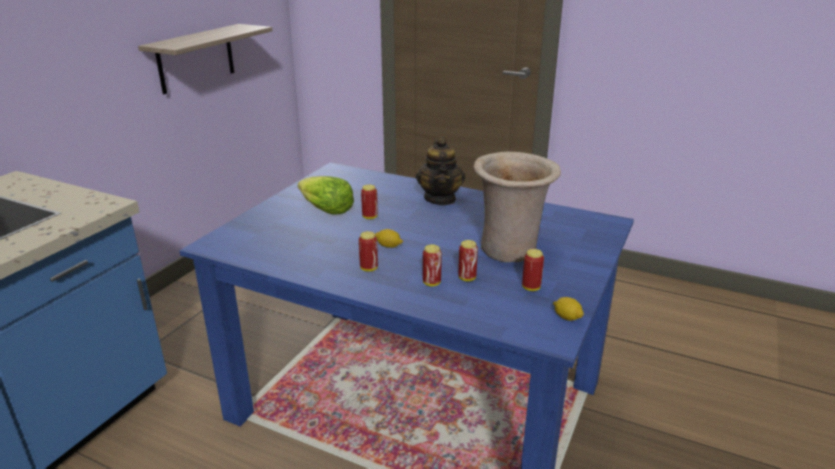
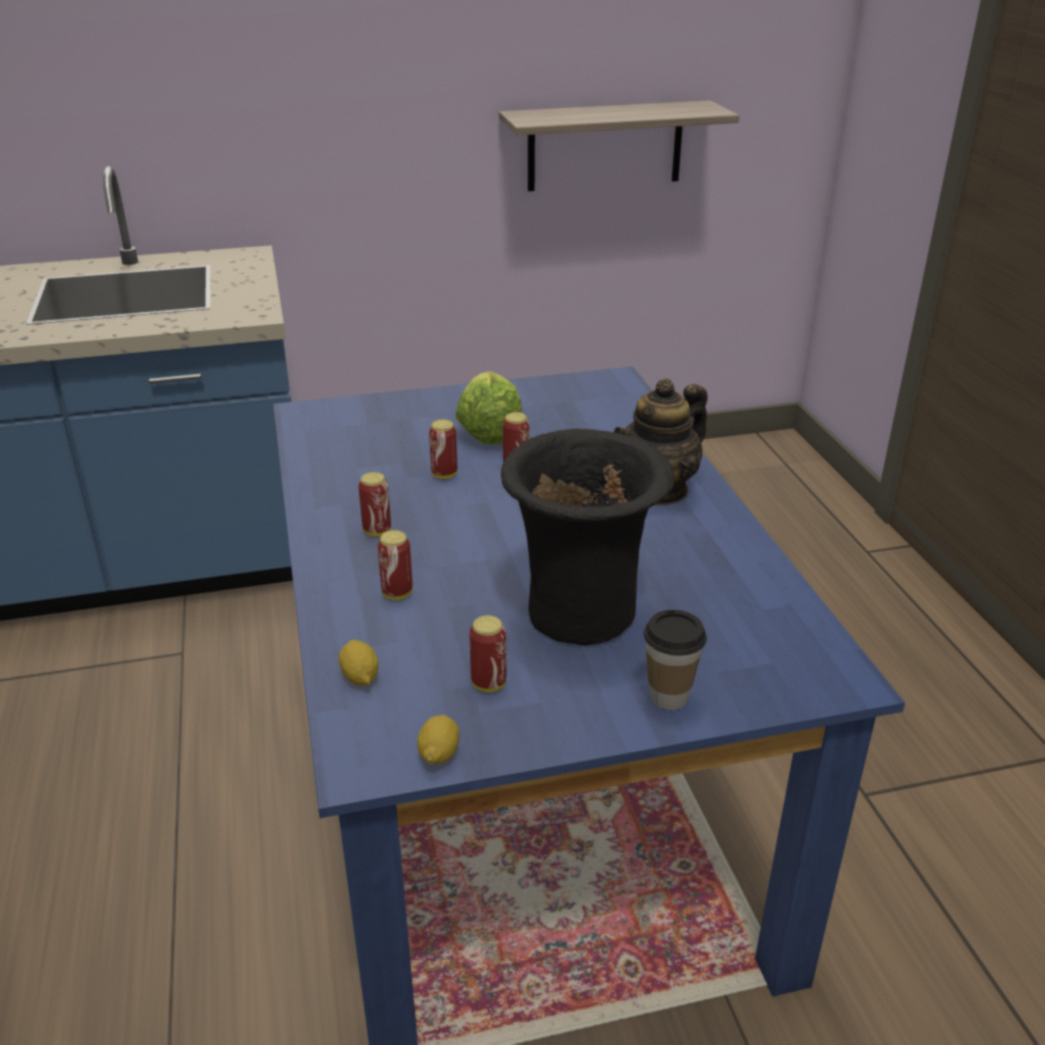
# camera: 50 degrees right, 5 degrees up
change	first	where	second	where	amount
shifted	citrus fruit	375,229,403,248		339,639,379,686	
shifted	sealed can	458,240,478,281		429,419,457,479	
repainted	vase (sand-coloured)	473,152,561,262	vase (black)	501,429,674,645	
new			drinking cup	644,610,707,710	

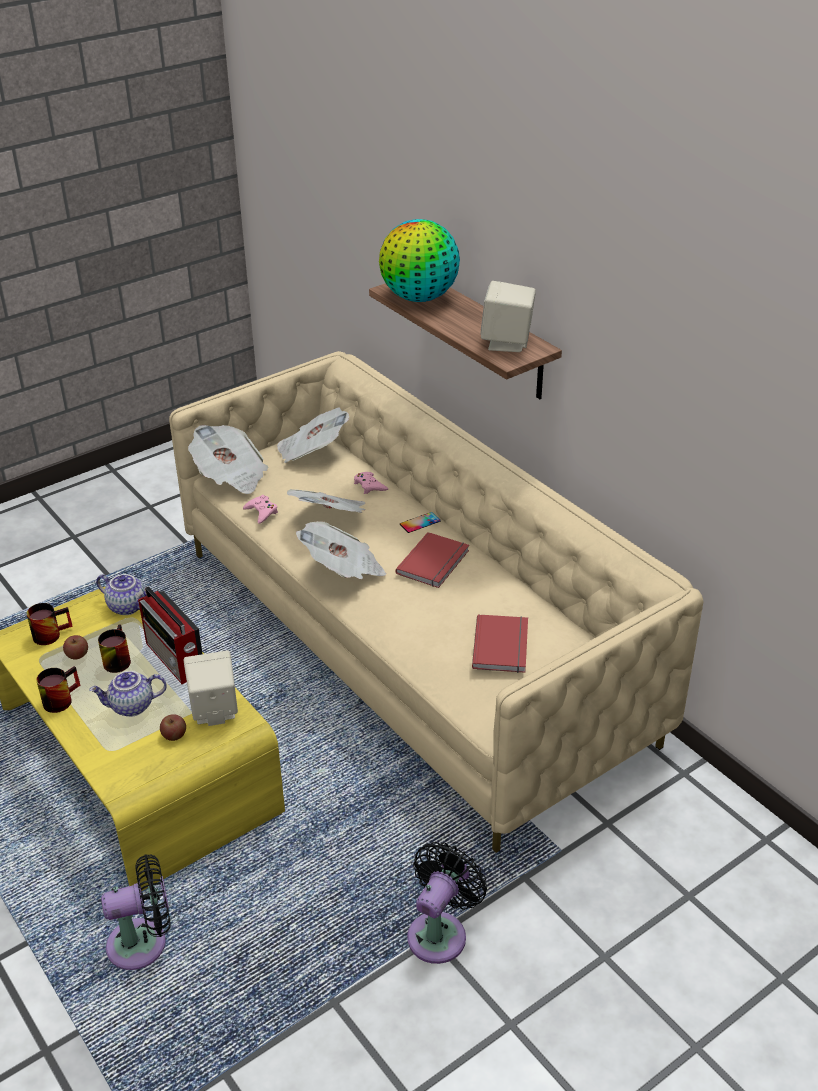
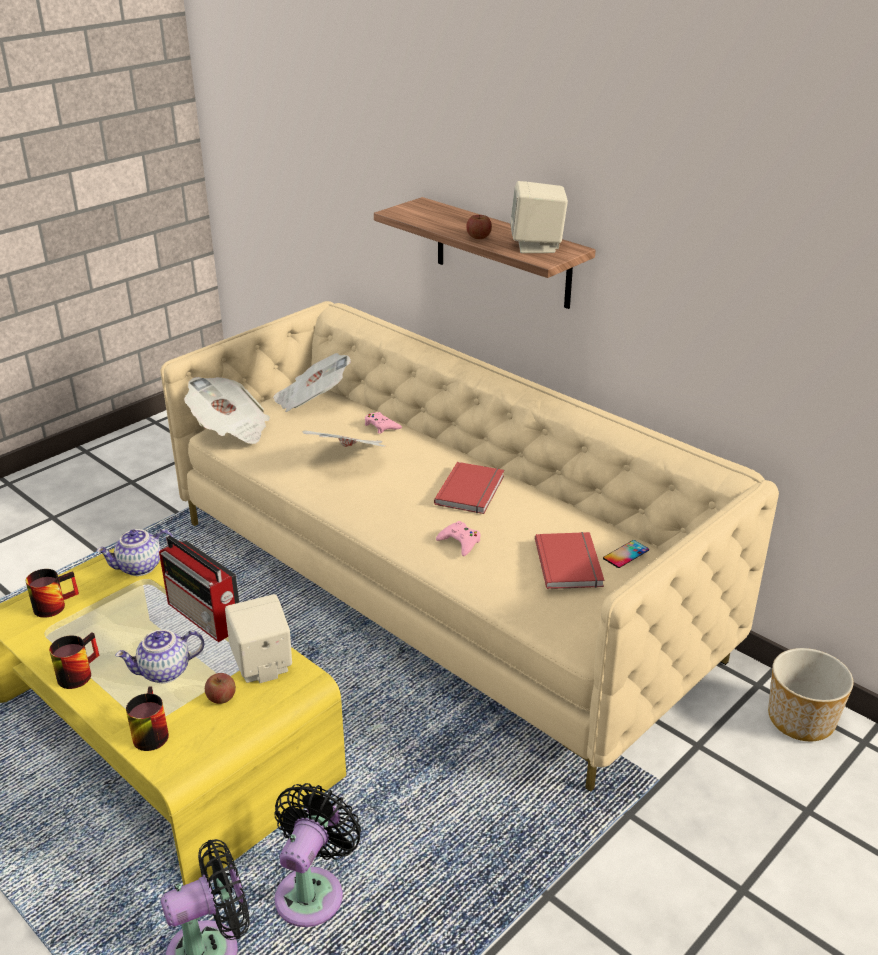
# camera: 10 degrees left, 5 degrees down
change	first	where	second	where	amount
shifted	apple fruit	63,635,88,659		467,215,492,239	
rotated	tea pot	96,574,147,615		96,529,174,576	135 degrees clockwise
shifted	coffee mug	98,625,131,673		126,686,169,751	
shifted	gamepad (pinkish)	243,495,278,524		436,521,481,556	
gone	daily paper	296,521,387,579			
gone	world globe	379,219,460,302			
shifted	handset	400,512,441,533		603,540,649,568	
shifted	electric fan (black)	407,842,487,964		274,783,361,927	
new			plant pot	768,648,854,741	

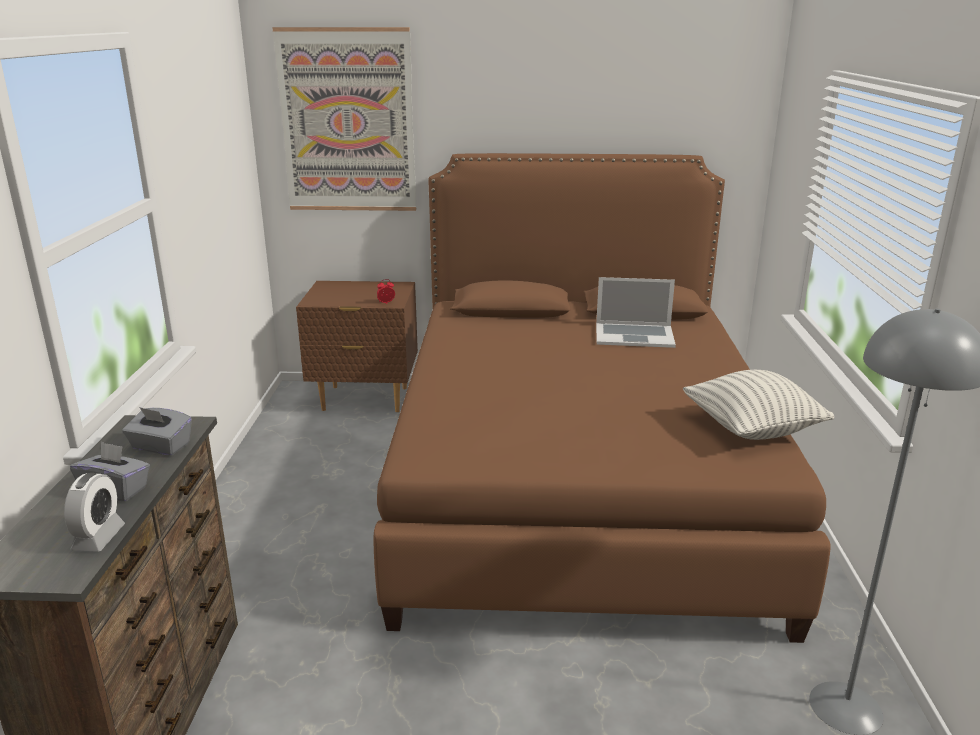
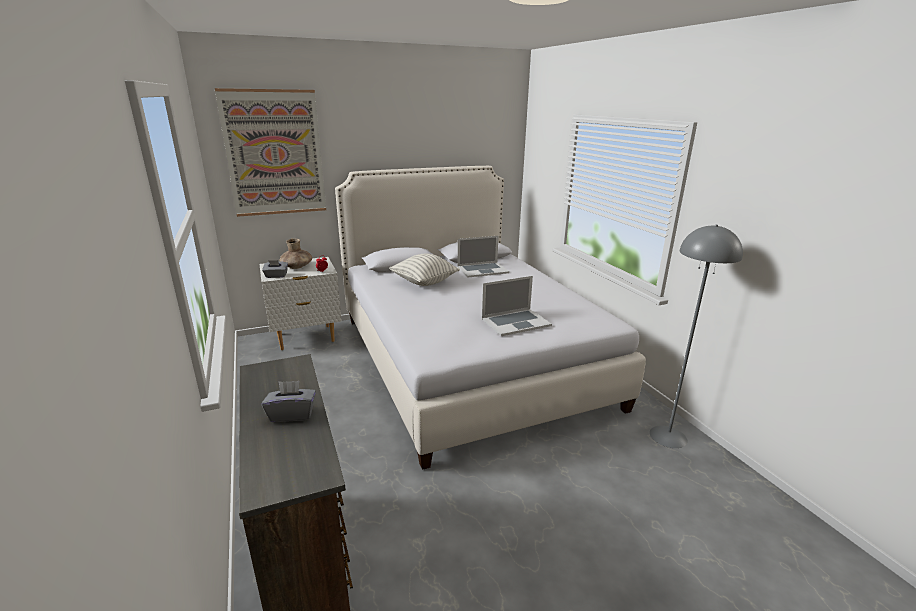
# camera: 25 degrees left, 0 degrees up
change	first	where	second	where	amount
gone	table clock	64,473,125,552			
shifted	tissue holder (grey)	122,407,192,456		262,260,288,278	
repainted	nightstand (brown-coloured)	296,281,418,412	nightstand (whitish)	260,257,342,350	
repainted	bedroom bed (brown-coloured)	374,153,831,643	bedroom bed (whitish)	335,166,646,470	
shifted	throw pillow	683,370,834,440		389,254,460,286	
new			vase (brown-coloured)	279,239,312,269	
new			portable computer	482,276,552,336	

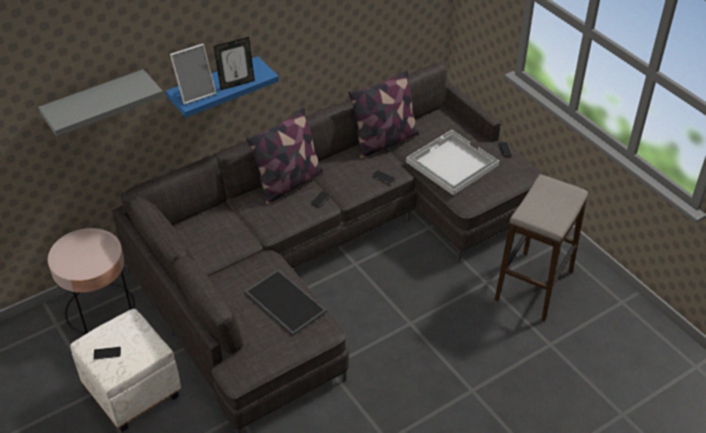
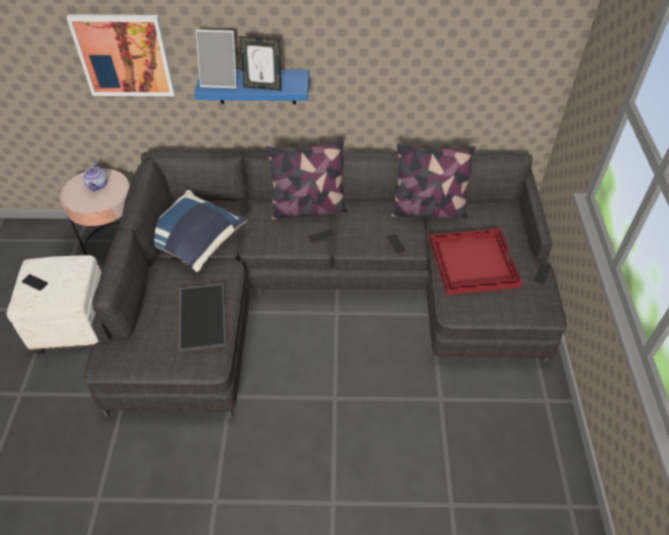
# camera: 35 degrees right, 5 degrees up
change	first	where	second	where	amount
swapped	shelf (grey)	38,69,163,137	picture	67,14,175,96	
repainted	serving tray (whitish)	406,130,499,195	serving tray (red-coloured)	430,228,522,295	
gone	sitting stool	495,174,588,321			
new			tea pot	83,162,108,191	
new			throw pillow (bluish)	154,190,248,272	

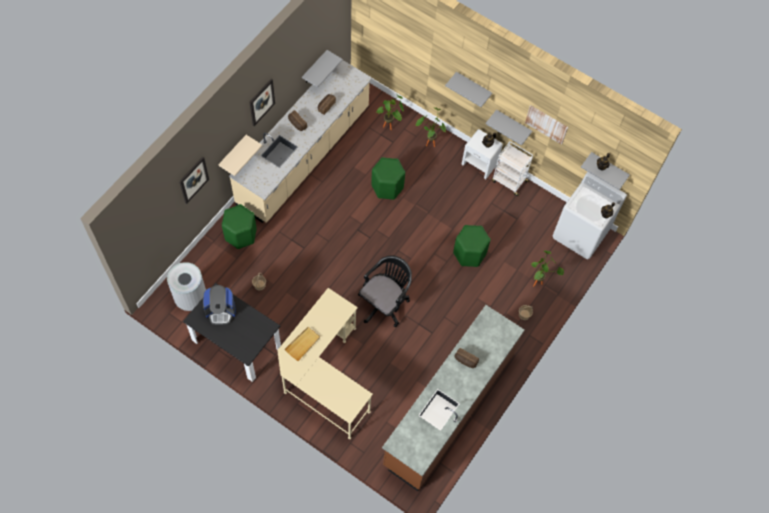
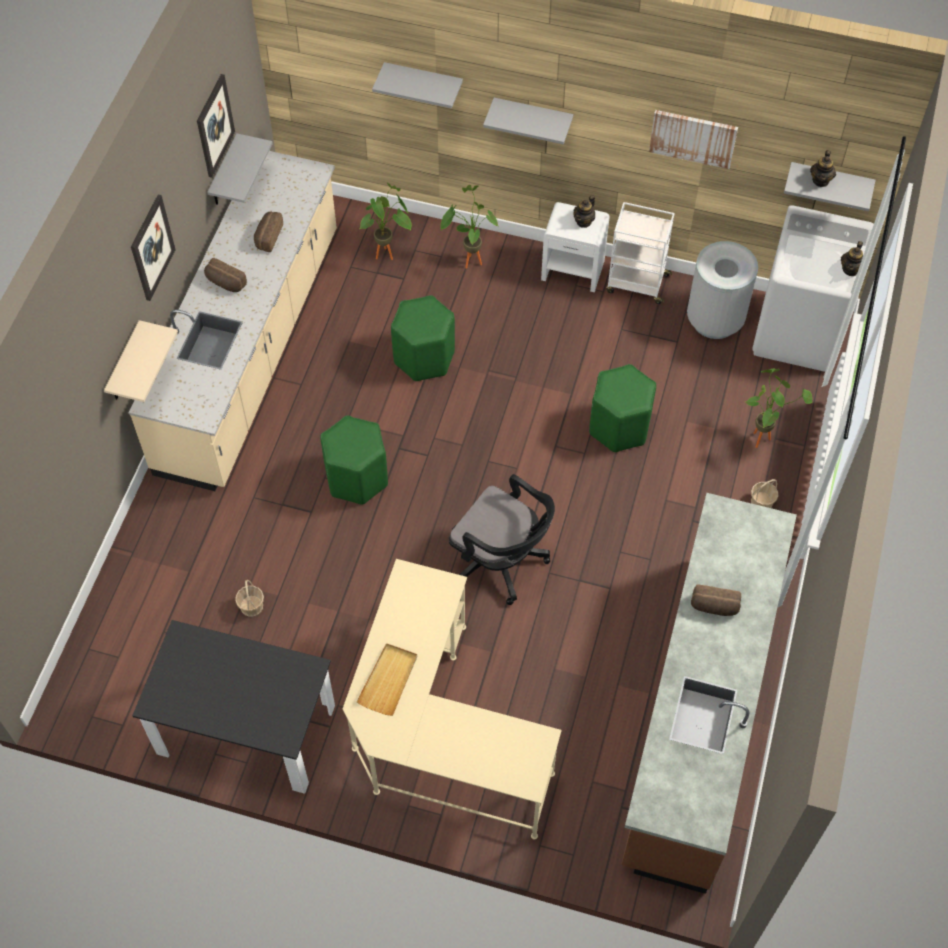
# camera: 15 degrees left, 5 degrees down
change	first	where	second	where	amount
shifted	rubbish bin (grey)	167,262,206,311		687,241,758,339	
shifted	picture	179,157,209,204		197,74,235,178	
gone	coffee brewer	203,285,236,325			
shifted	sitting stool (green-coloured)	222,204,257,249		320,416,388,505	
rotated	desk chair (black)	358,256,412,327		449,474,555,605	105 degrees clockwise
shifted	shelf (grey)	486,110,532,146		372,62,463,109	

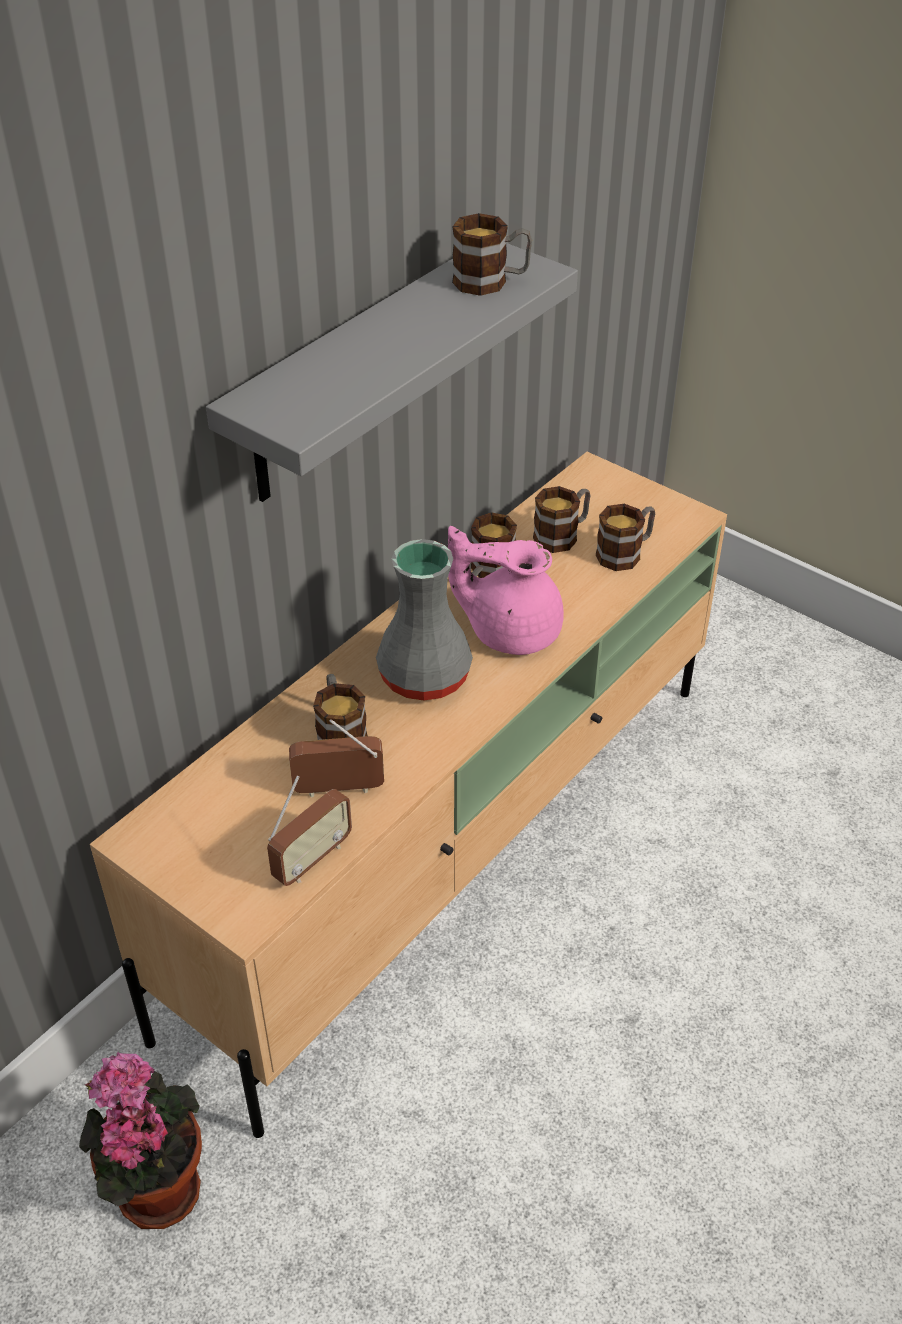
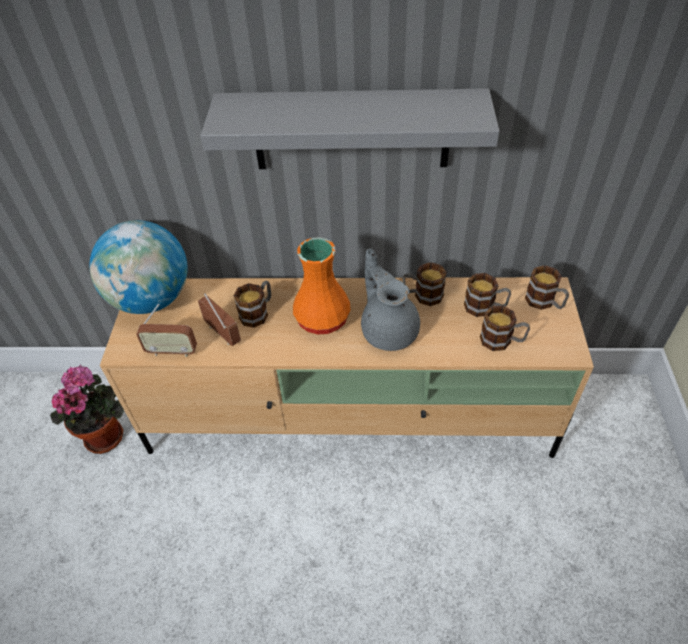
# camera: 55 degrees right, 5 degrees up
change	first	where	second	where	amount
repainted	vase (grey)	376,539,473,700	vase (orangey)	293,237,351,334	
repainted	tea pot (pinkish)	448,526,564,655	tea pot (grey)	361,249,420,351	
shifted	coffee mug	452,213,532,296		525,265,569,310	
new			world globe	89,220,188,314	

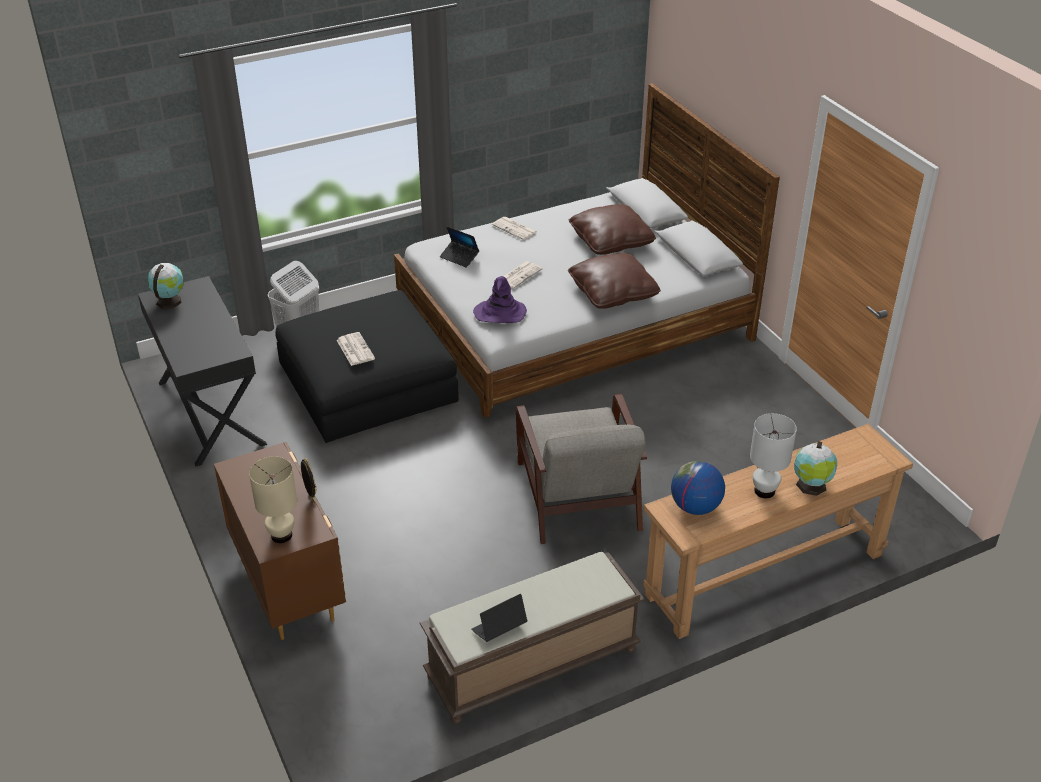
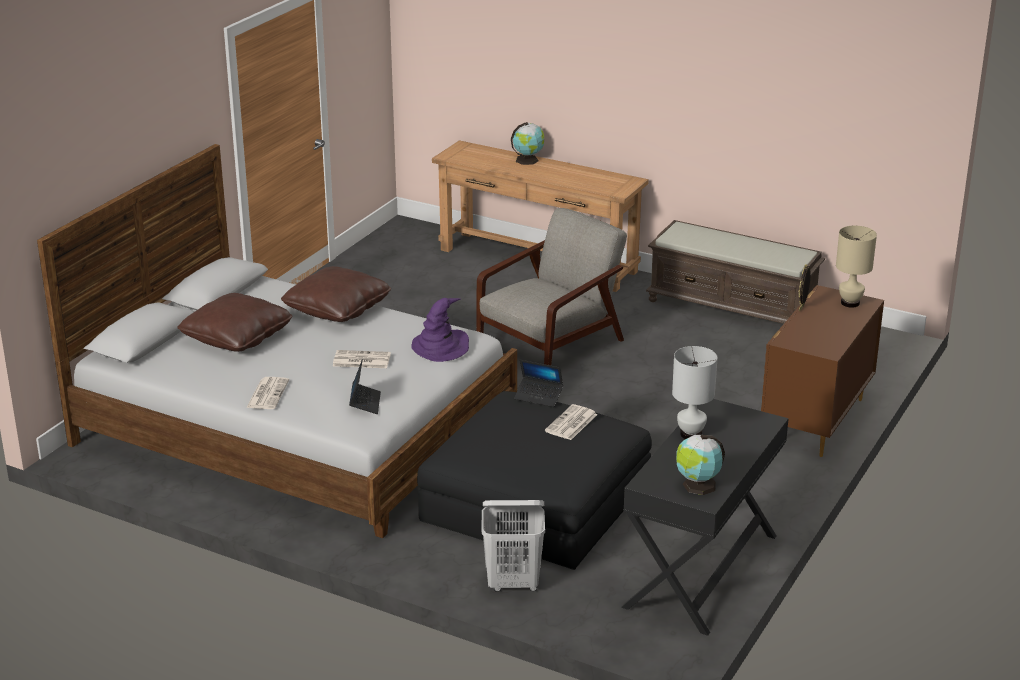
# camera: 125 degrees left, 10 degrees down
change	first	where	second	where	amount
shifted	portable computer	471,594,528,642		514,360,563,407	
gone	world globe	671,461,725,515			
shifted	table lamp (whitish)	750,413,797,498		672,346,718,439	

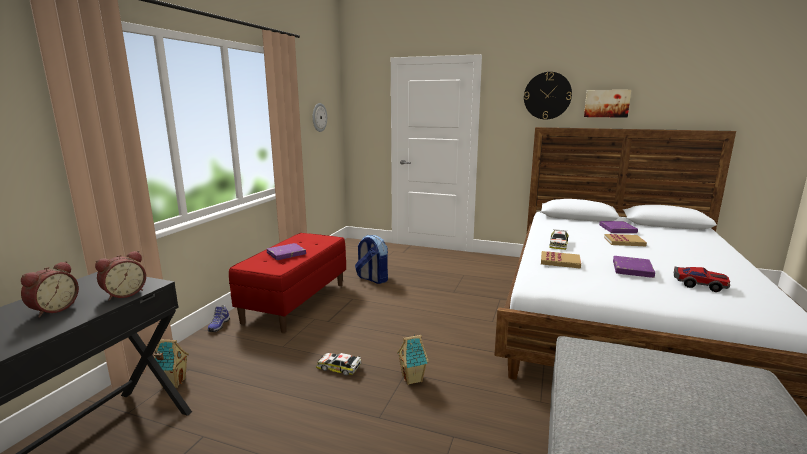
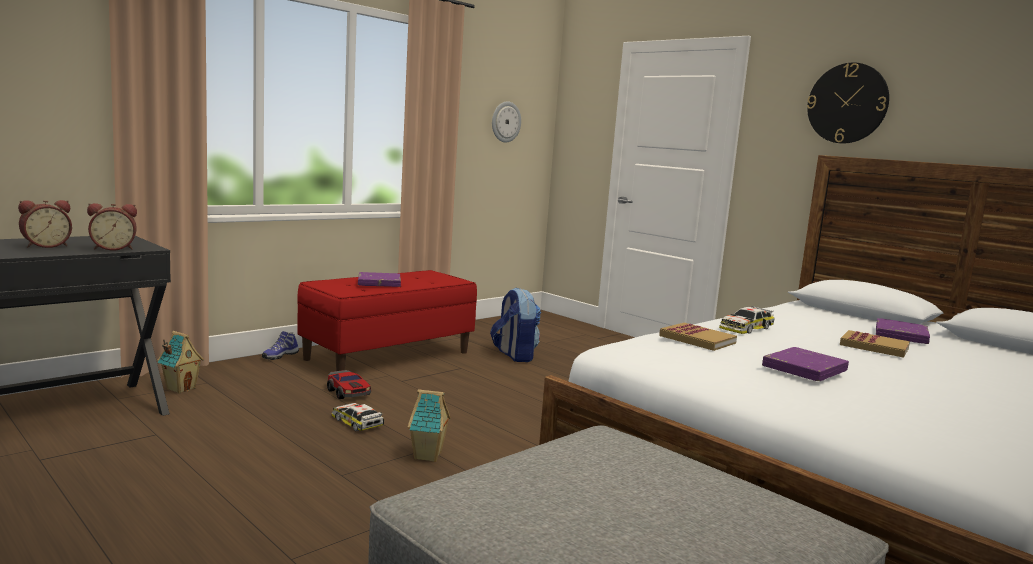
# camera: 25 degrees right, 5 degrees down
change	first	where	second	where	amount
gone	picture	584,90,631,118			
shifted	miniature car	674,267,730,292		327,370,371,399	

